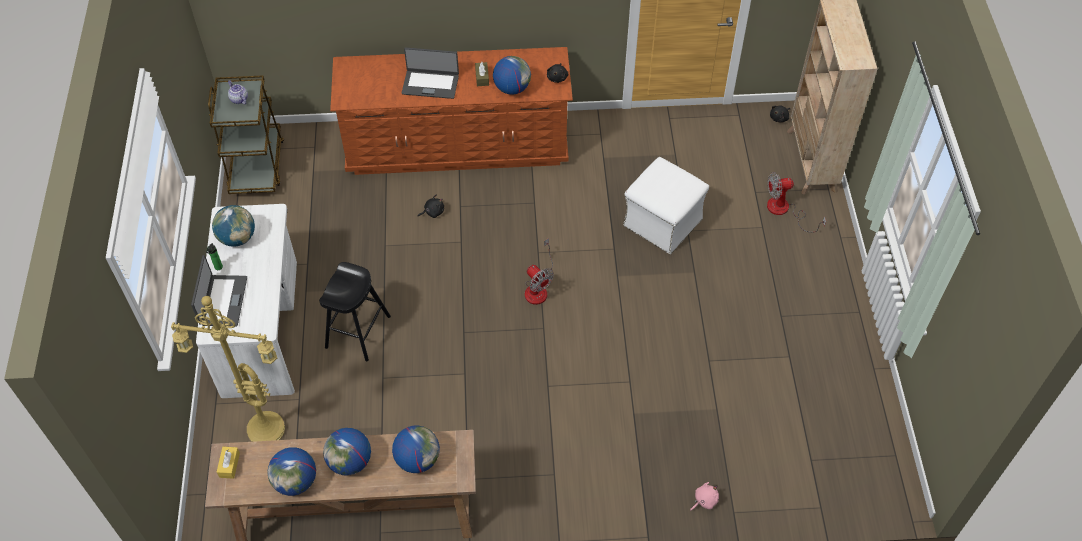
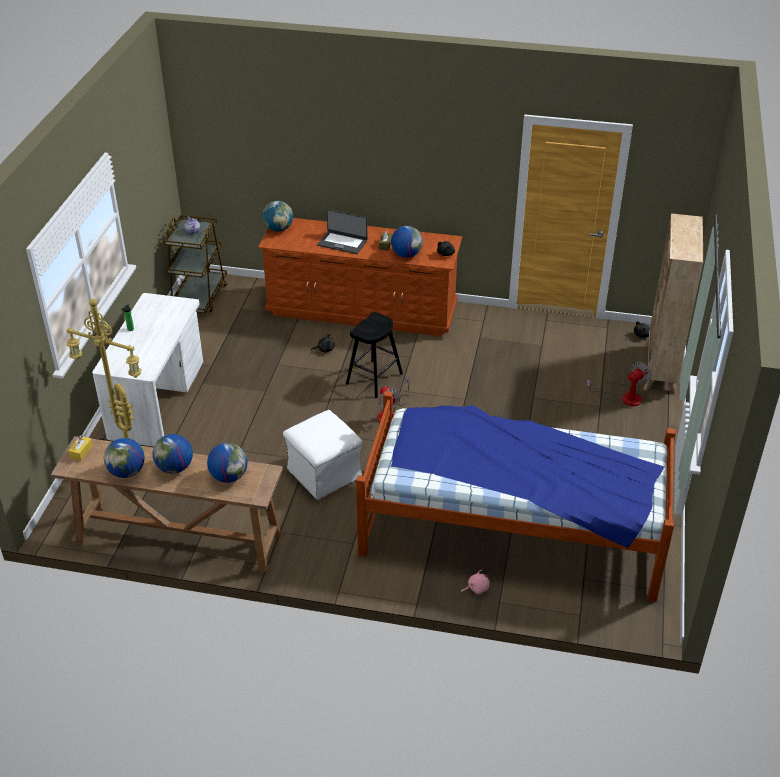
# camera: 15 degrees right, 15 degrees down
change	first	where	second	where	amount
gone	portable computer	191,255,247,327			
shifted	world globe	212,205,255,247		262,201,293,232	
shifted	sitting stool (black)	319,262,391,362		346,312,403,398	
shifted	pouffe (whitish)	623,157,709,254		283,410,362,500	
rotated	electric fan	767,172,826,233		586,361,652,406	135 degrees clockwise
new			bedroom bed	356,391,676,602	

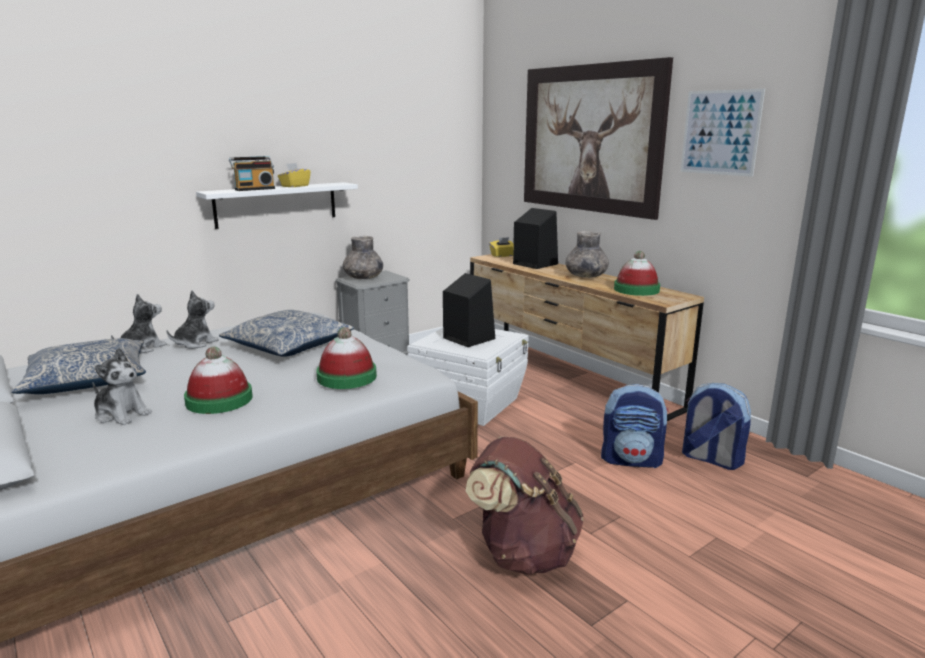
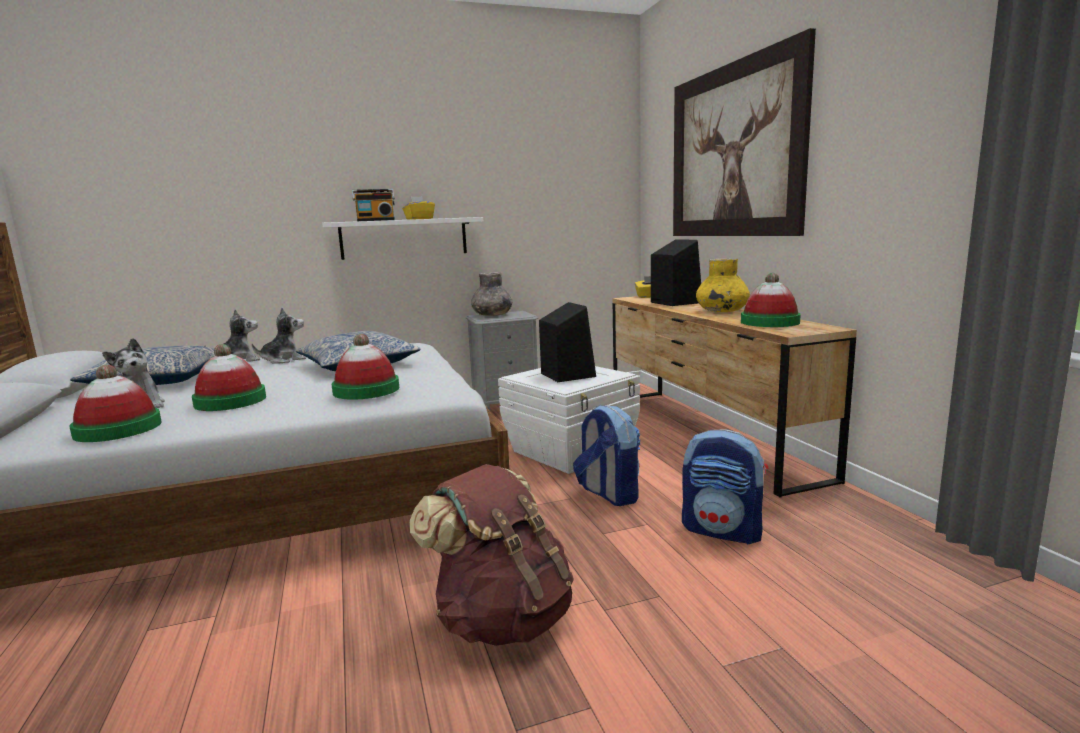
# camera: 20 degrees right, 5 degrees down
change	first	where	second	where	amount
repainted	vase (grey)	565,231,609,278	vase (yellow-coloured)	696,258,750,312	
gone	picture	681,89,765,177			
shifted	rucksack	682,383,751,470		573,405,640,506	
new			wearable hat	69,365,162,442	

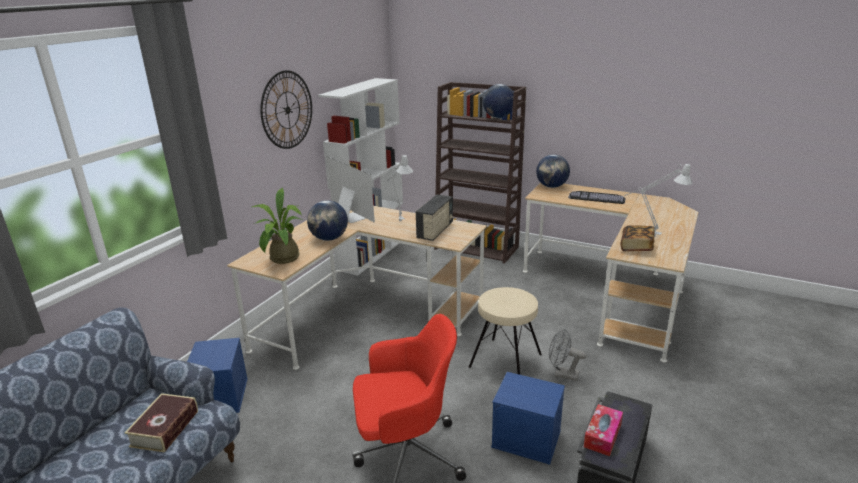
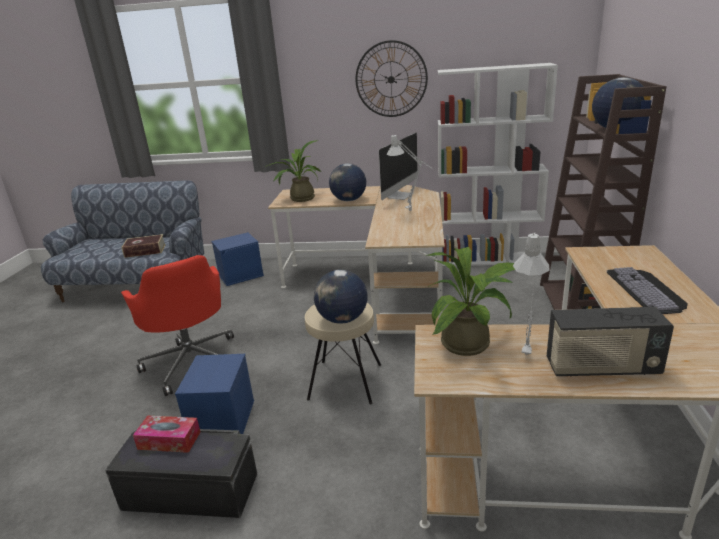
# camera: 70 degrees right, 0 degrees up
change	first	where	second	where	amount
shifted	radio receiver	416,194,453,241		547,307,674,377	
shifted	world globe	536,155,570,188		314,270,368,324	
gone	electric fan (grey)	549,328,587,381			
swapped	volume	620,225,655,251	plant in a pot	427,247,515,356	

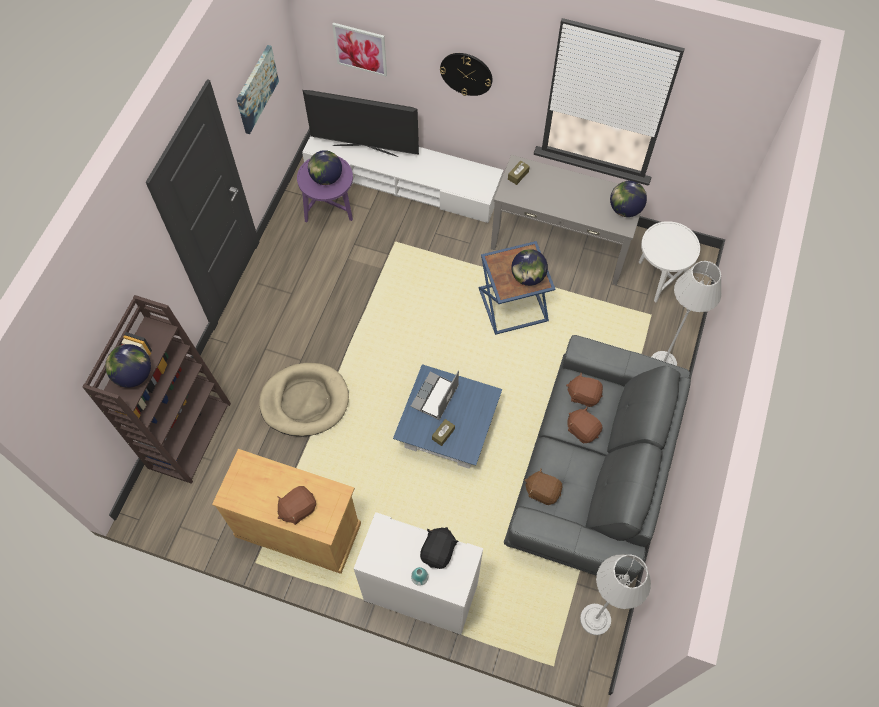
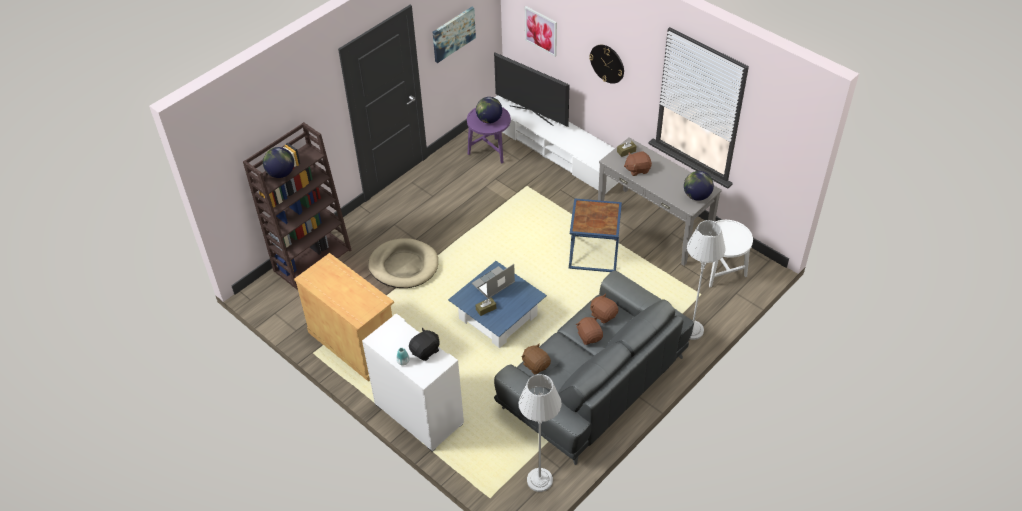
# camera: 25 degrees right, 15 degrees down
change	first	where	second	where	amount
shifted	cuddly toy (brown-coloured)	277,486,316,525		624,151,652,176	
gone	world globe	511,249,548,286			

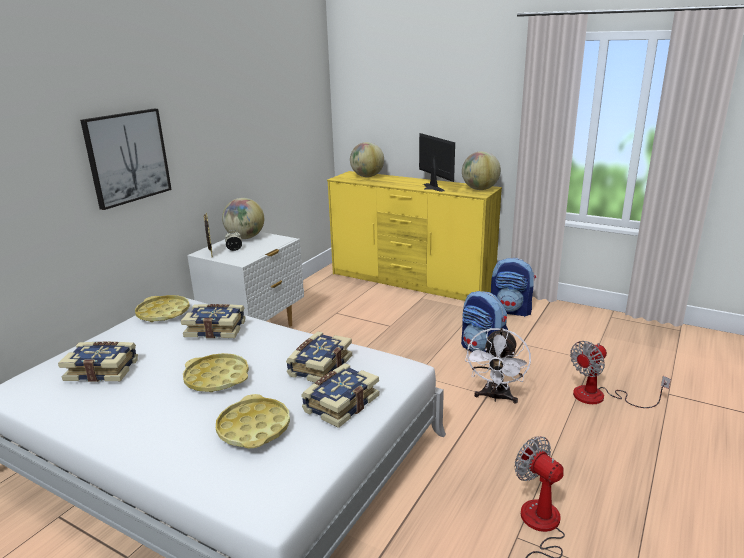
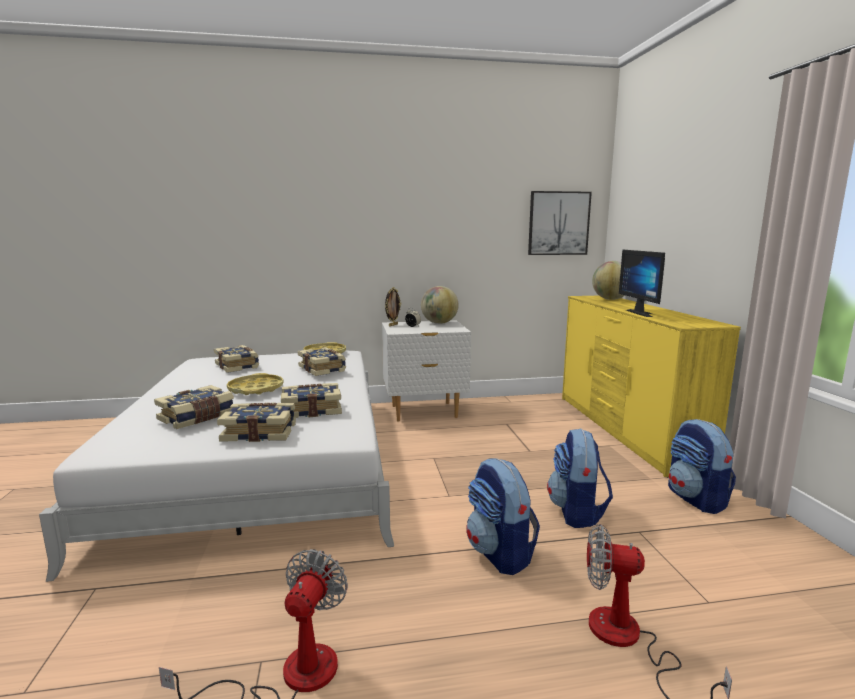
# camera: 50 degrees right, 10 degrees down
change	first	where	second	where	amount
shifted	picture	80,109,172,210		528,191,592,255	
swapped	serving tray (yellow-coloured)	216,394,290,448	volume	154,385,234,429	
rotated	computer screen	419,133,455,192		619,250,665,317	150 degrees clockwise
gone	world globe	462,151,501,190			
swapped	electric fan (whitish)	465,328,531,404	rucksack	466,458,540,575	

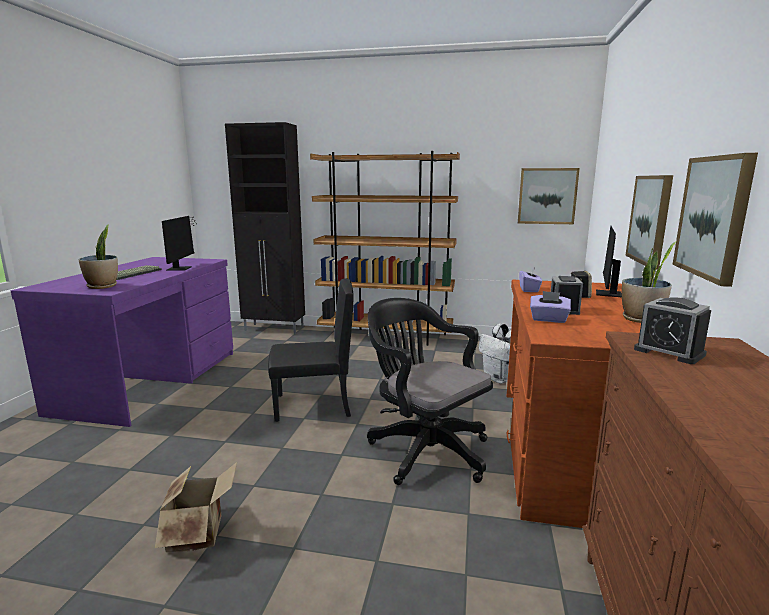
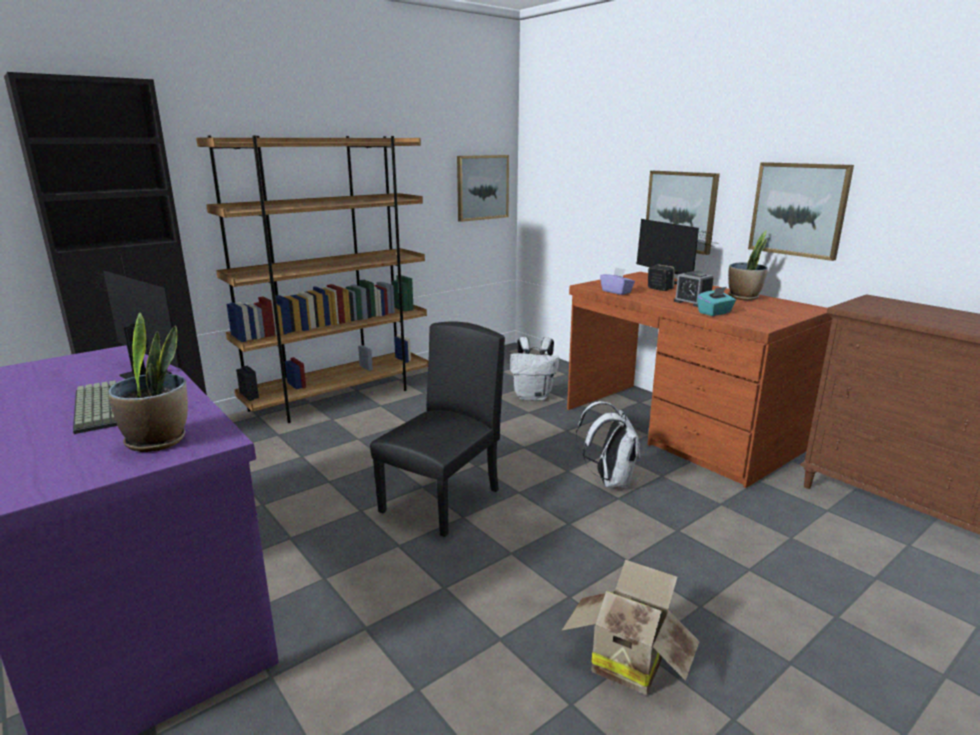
# camera: 50 degrees left, 5 degrees up
change	first	where	second	where	amount
swapped	desk chair (black)	367,298,493,485	rucksack (whitish)	576,401,640,488	
repainted	tissue holder (purple-coloured)	530,291,571,323	tissue holder (blue-green)	697,287,736,316	
gone	table clock	634,297,711,364			

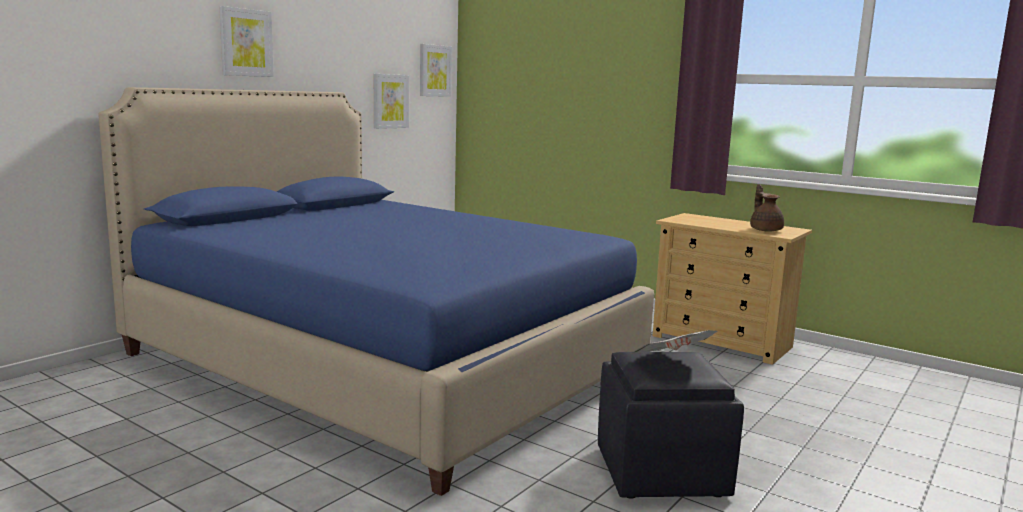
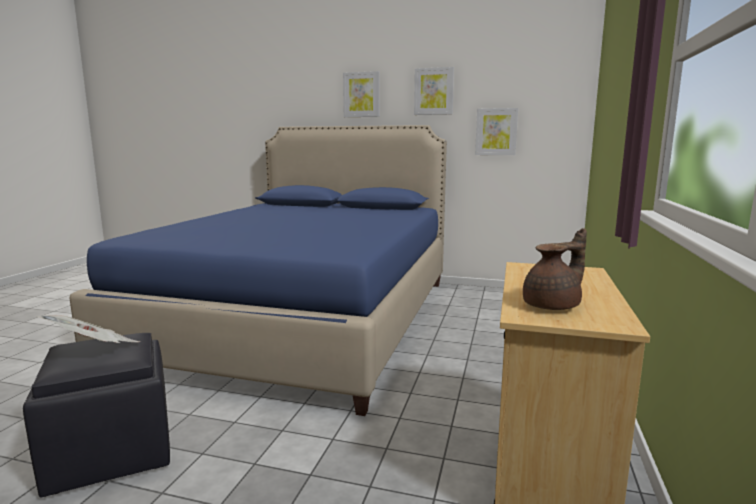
# camera: 70 degrees right, 0 degrees up
change	first	where	second	where	amount
shifted	picture	420,44,452,97		414,67,454,115	

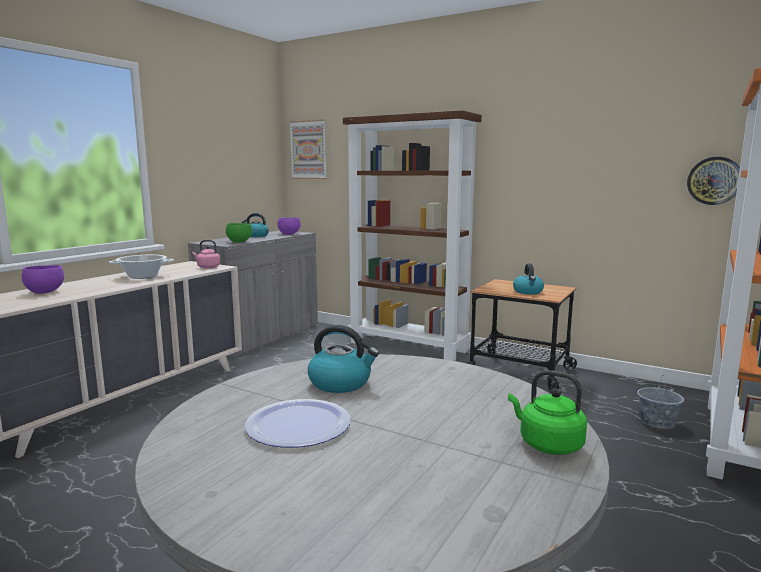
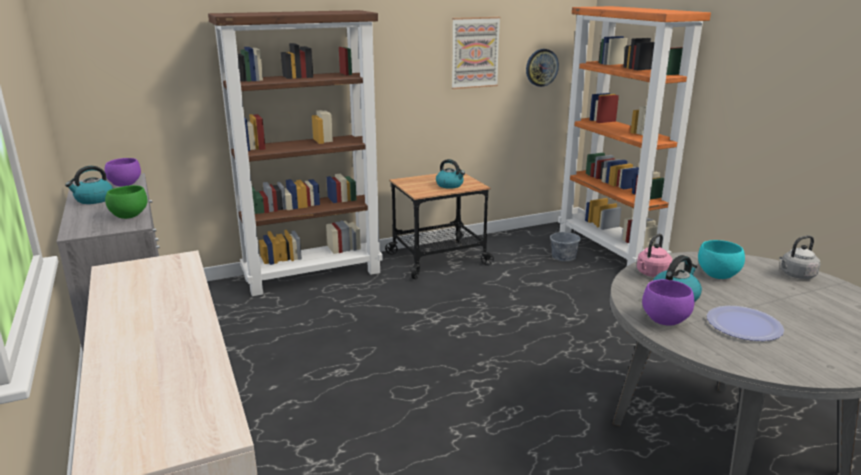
# camera: 55 degrees left, 10 degrees up
change	first	where	second	where	amount
shifted	deep dish (purple-coloured)	22,265,64,294		642,279,694,326	
gone	saucepot	109,255,174,279			
shifted	tea kettle (pinkish)	192,240,220,269		637,234,673,277	
shifted	picture	289,119,327,179		452,17,500,89	
repainted	tea kettle (green-coloured)	508,370,587,455	tea kettle (grey)	779,235,820,279	
new			deep dish (blue-green)	698,240,745,279	

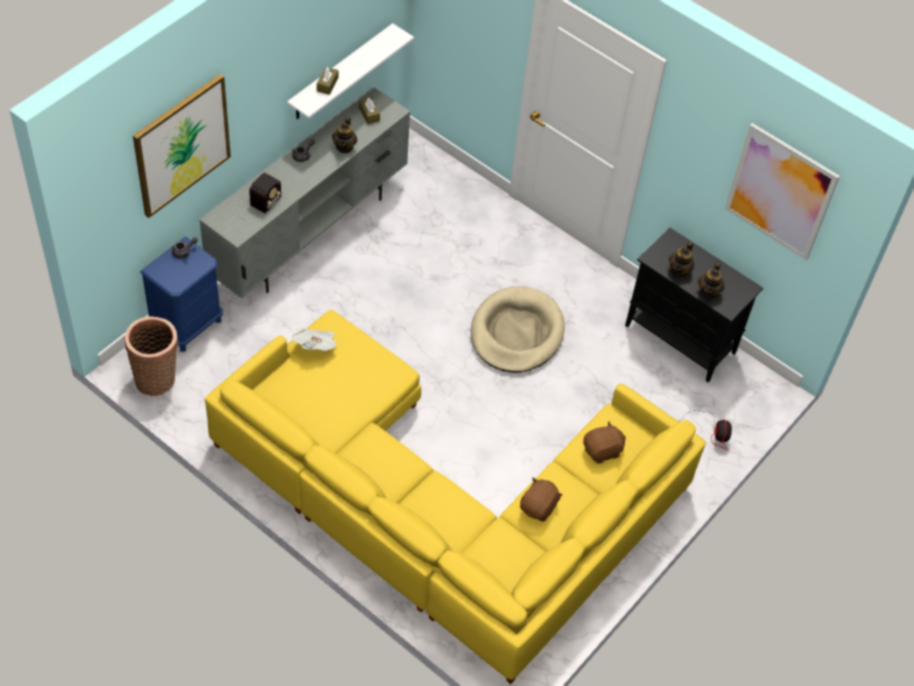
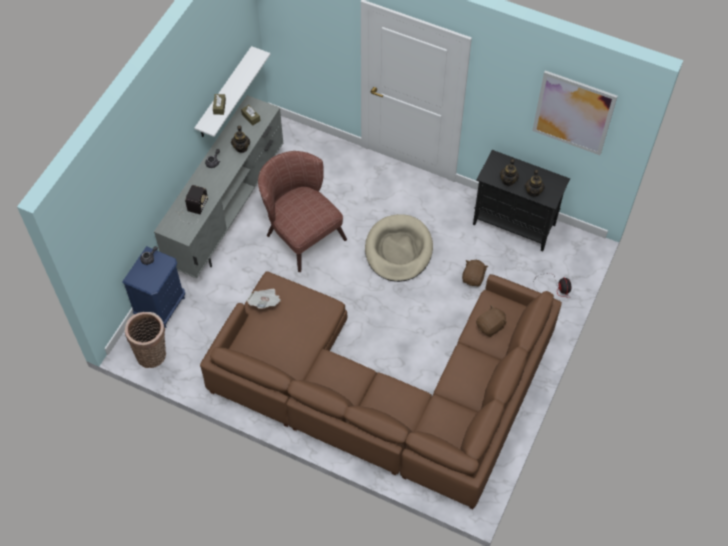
# camera: 10 degrees left, 5 degrees up
change	first	where	second	where	amount
gone	picture	133,74,231,218			
repainted	sofa (yellow-coloured)	205,310,706,684	sofa (brown-coloured)	200,272,562,509	
shifted	cuddly toy (brown-coloured)	520,477,562,522		462,260,488,287	
new			armchair (brown-coloured)	258,151,347,272	

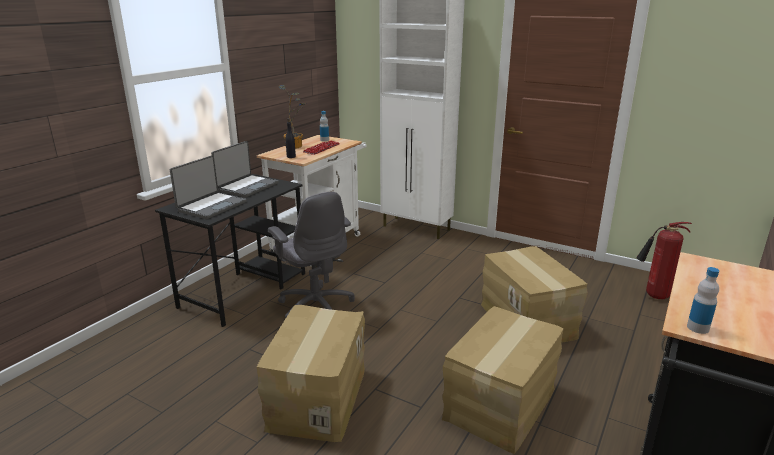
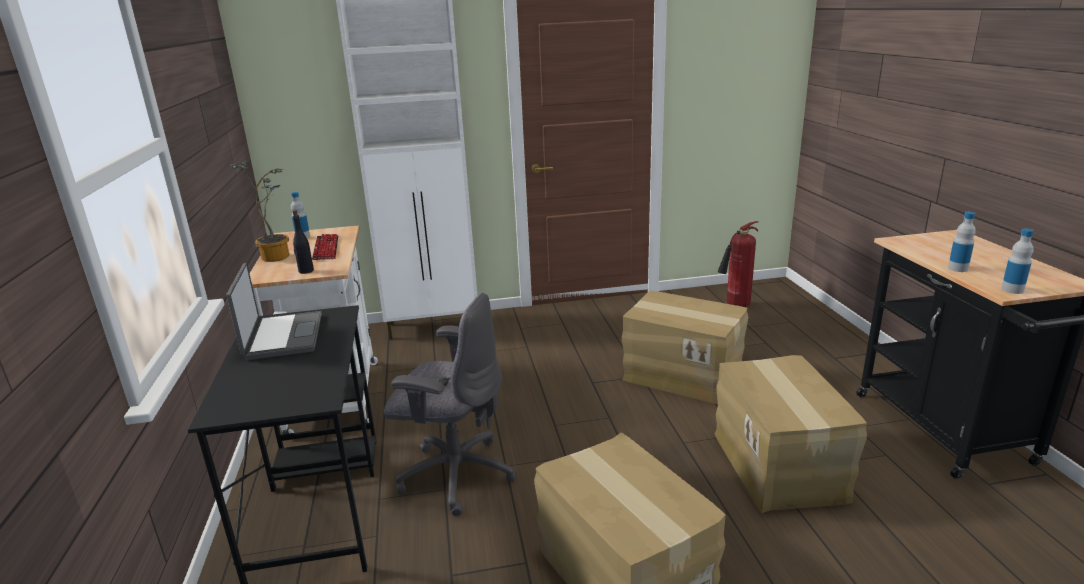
# camera: 40 degrees left, 0 degrees up
change	first	where	second	where	amount
gone	portable computer	170,155,247,219			
new			beverage bottle	948,212,976,272	

